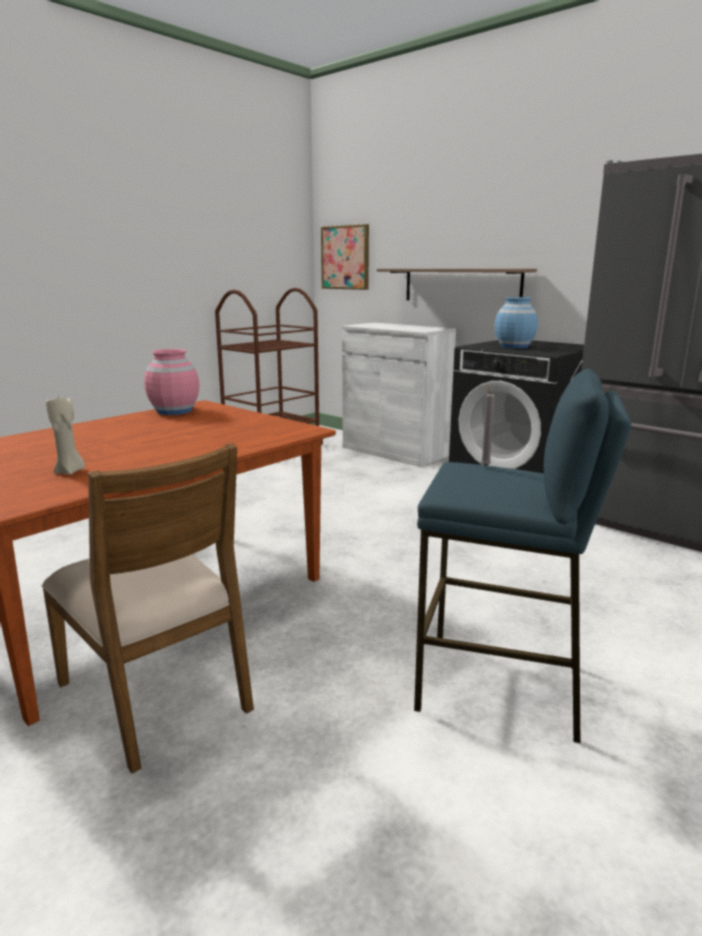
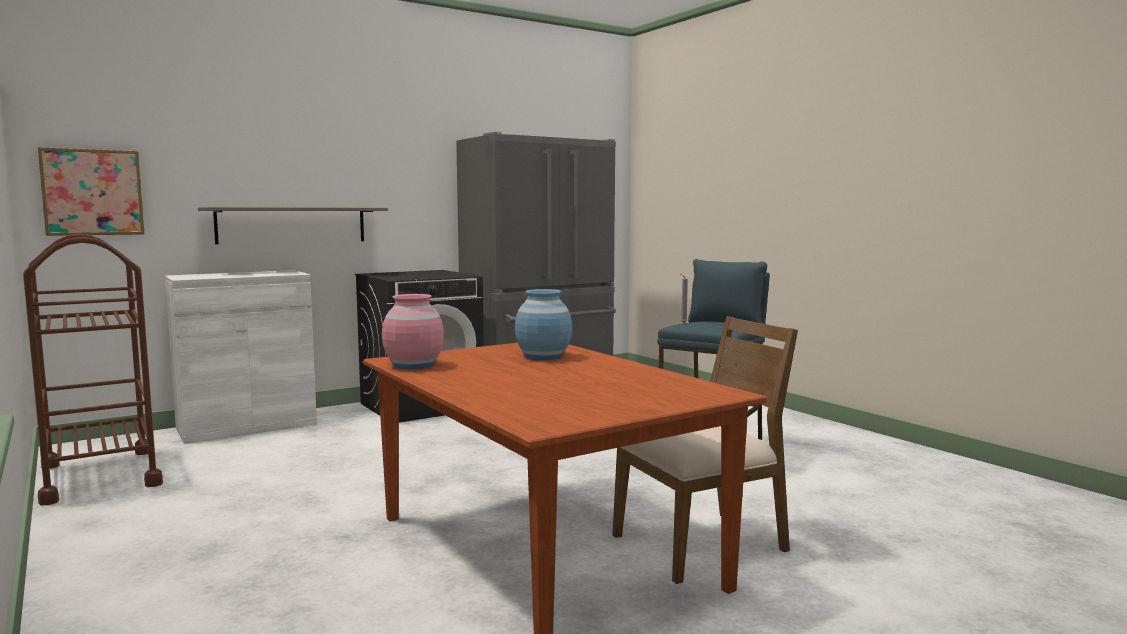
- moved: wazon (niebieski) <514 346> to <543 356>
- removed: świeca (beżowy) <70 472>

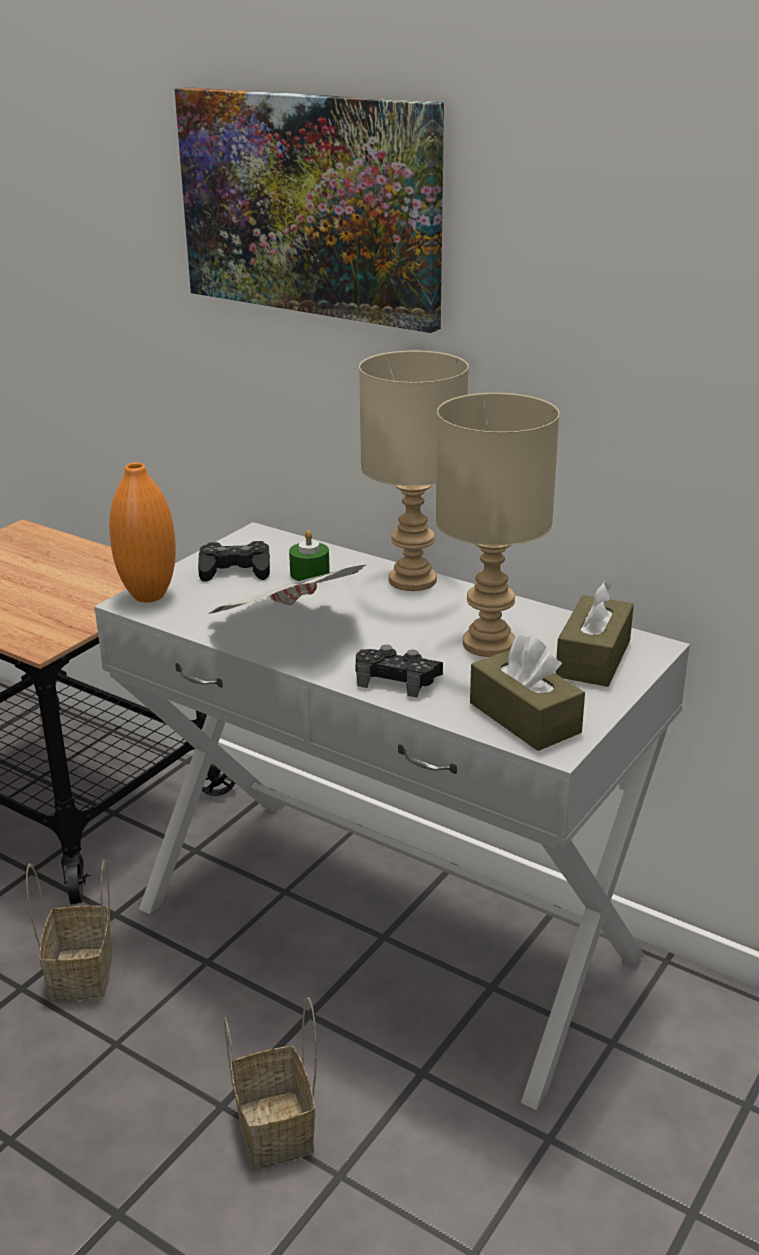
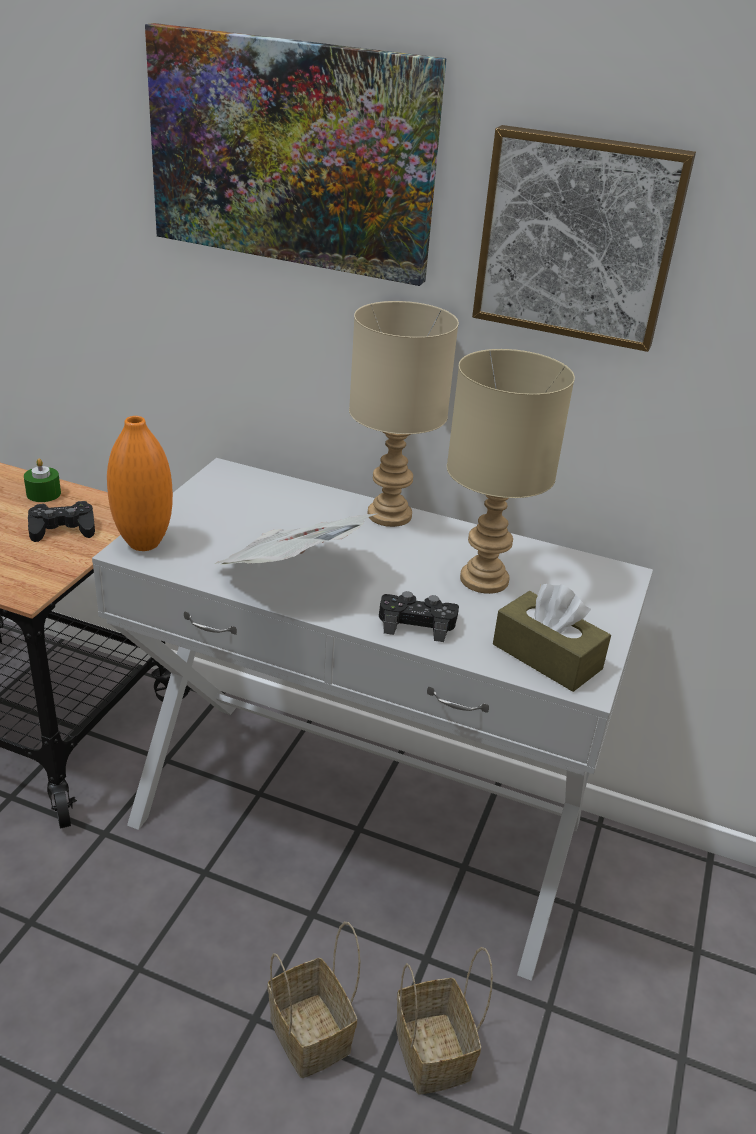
- moved: świeca (zielony) <309 573> to <43 494>
- moved: pad do gier (czarny) <235 570> to <62 529>
- moved: koszyk <82 975> to <435 1055>
- added: obraz <578 237>
- removed: pudełko chusteczek (brązowy) <593 658>

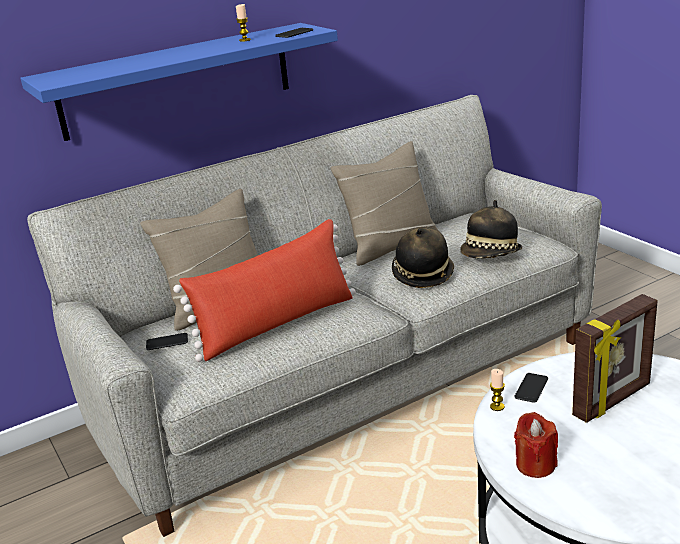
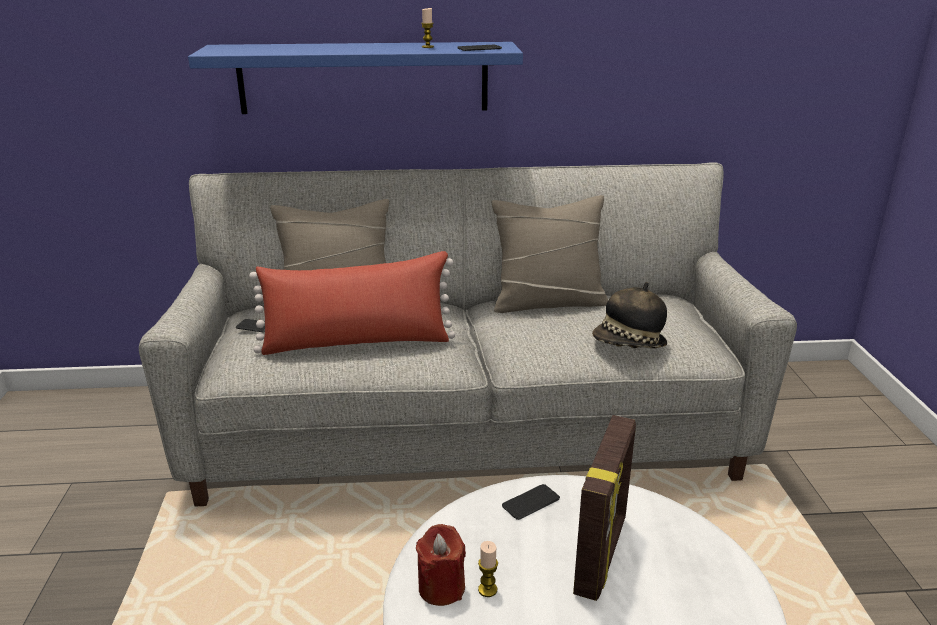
- moved: świeca <497 406> to <487 589>
- turned: ramka na zdjęcie <613 401> = <602 555> 60 degrees counterclockwise
- removed: kapelusz <422 274>

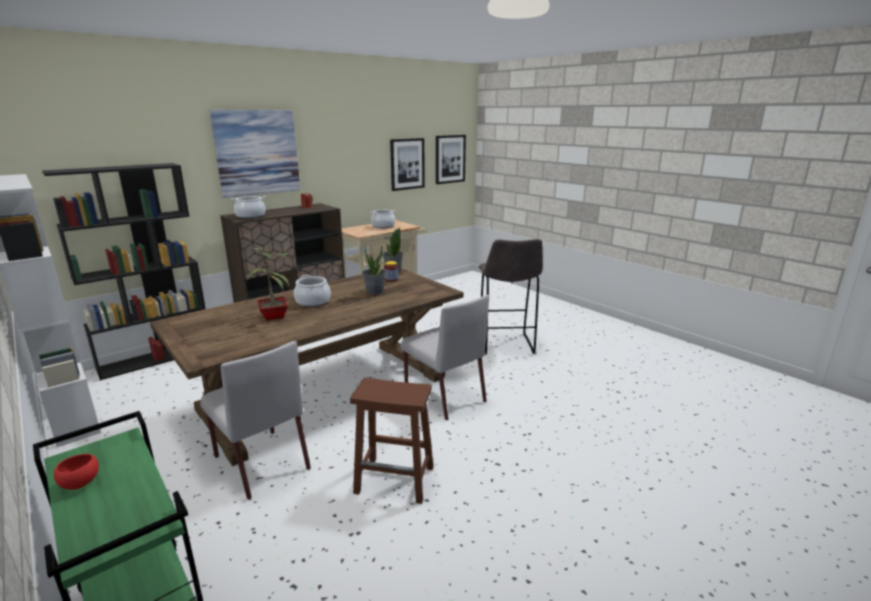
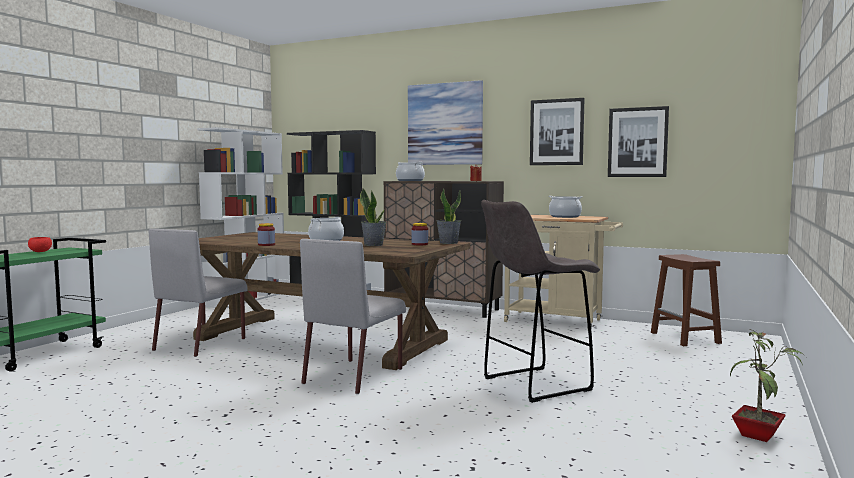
- added: słoik <266 245>
- moved: obraz <450 159> to <556 132>
- moved: stołek (brązowy) <396 479> to <686 338>
- moved: roślina doniczkowa <275 316> to <760 436>

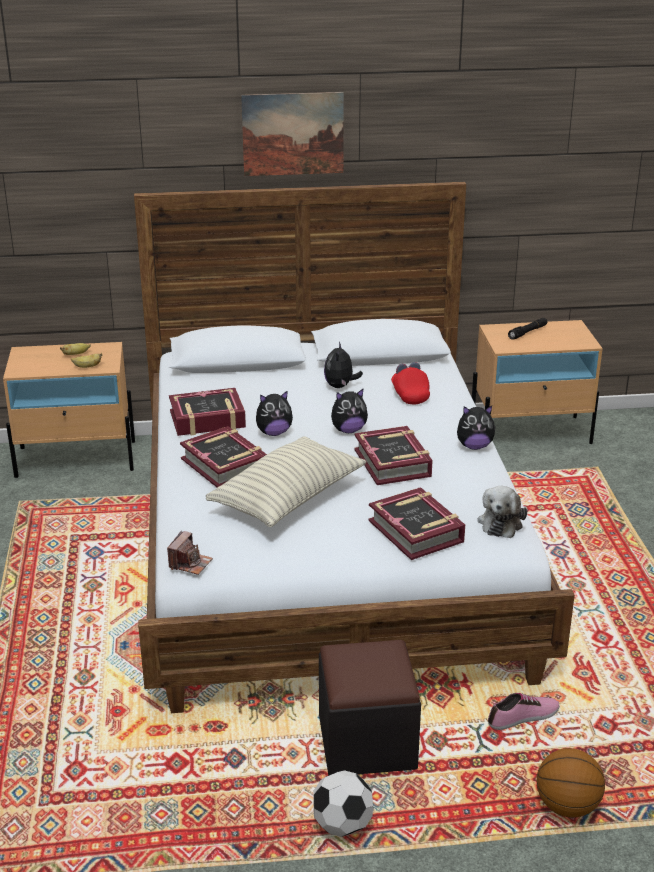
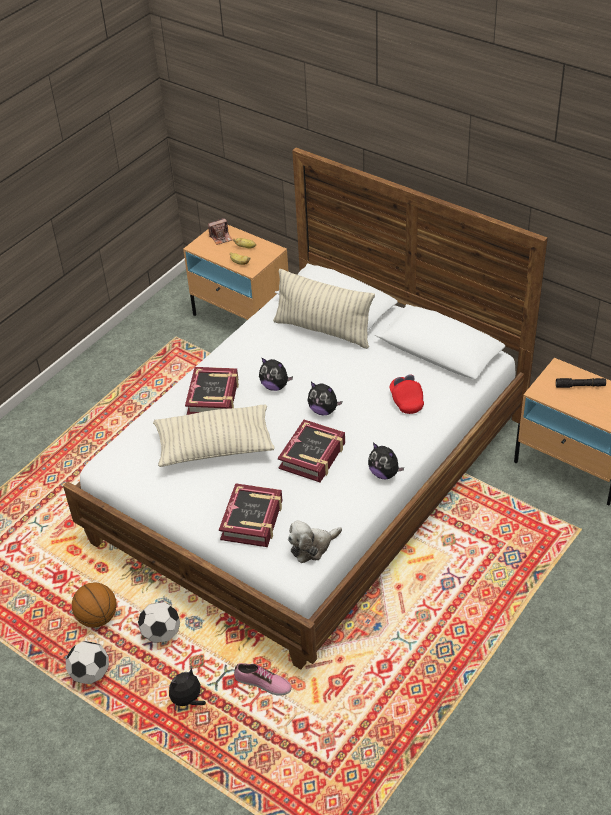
- moved: piłka do koszykówki <566 806> to <97 617>
- replaced: pufa (czarny) <367 742> to piłka futbolowa <161 634>
- moved: pluszak <340 386> to <188 700>
- moved: aparat fotograficzny <190 563> to <221 237>
- added: poduszka <323 330>
- turned: czapka z daszkiem (czerwony) <410 394> = <406 400> 45 degrees counterclockwise
- removed: książka <207 419>
- removed: obraz <293 134>

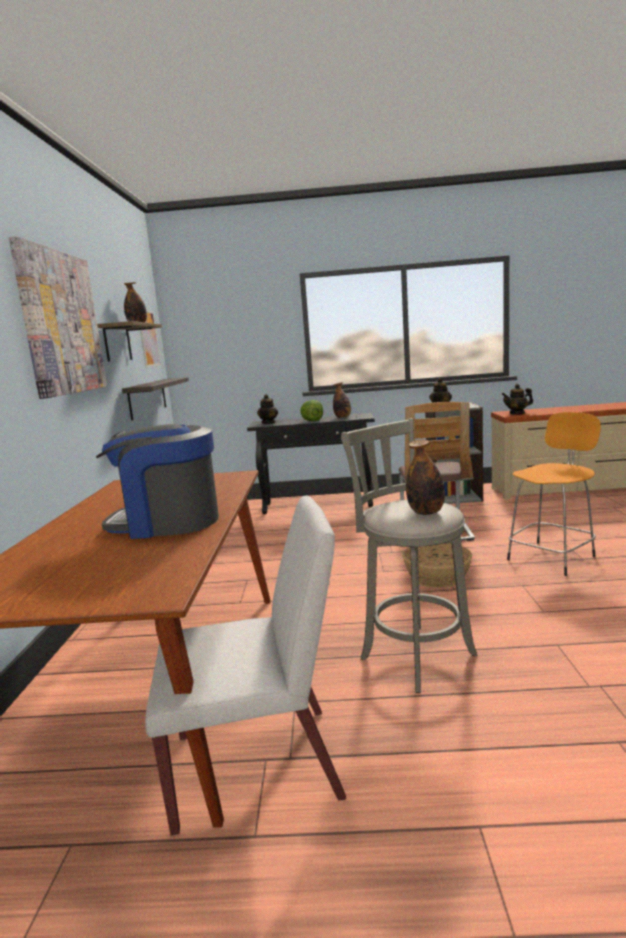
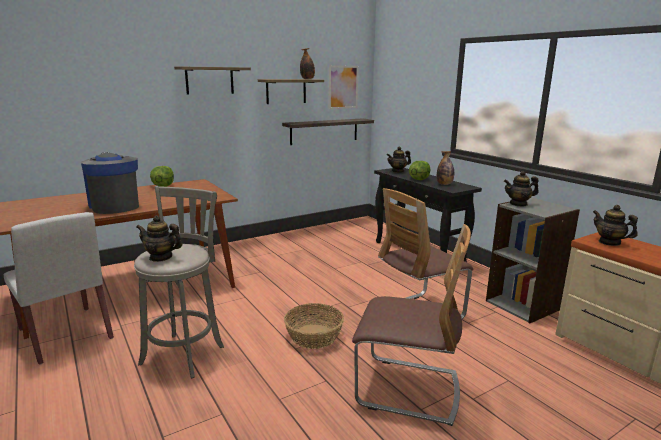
- replaced: butelka <426 512> to imbryk <161 257>
- added: sałata <163 186>
- replaced: obraz <60 323> to półka <209 80>
- replaced: stołek (pomarańczowy) <552 557> to krzesło <407 389>

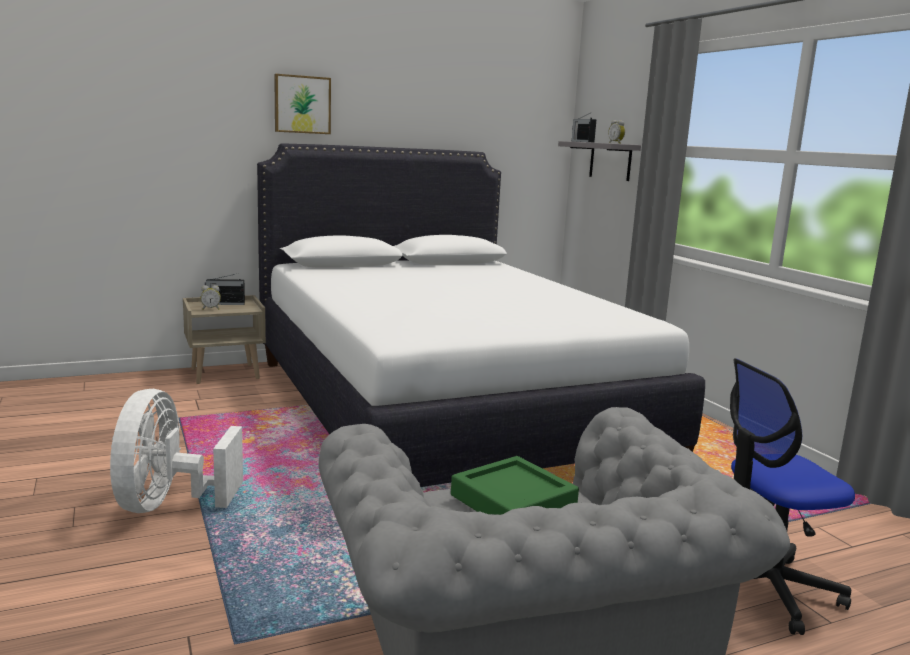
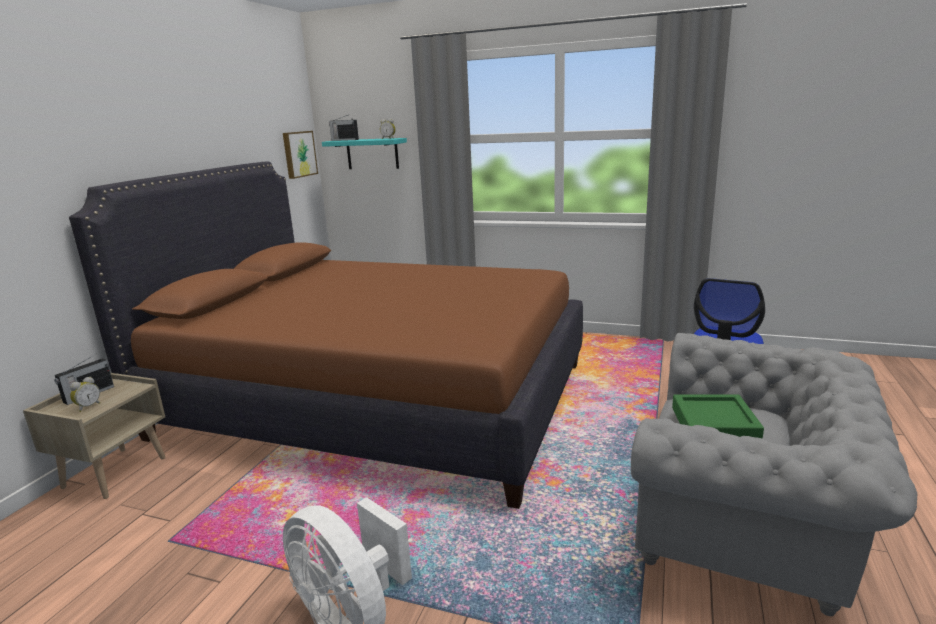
- recoloured: łóżko (biały) <443 408> to łóżko (brązowy) <376 400>
- moved: obraz <302 104> to <298 154>
- recoloured: półka (szary) <610 161> to półka (turkusowy) <372 154>

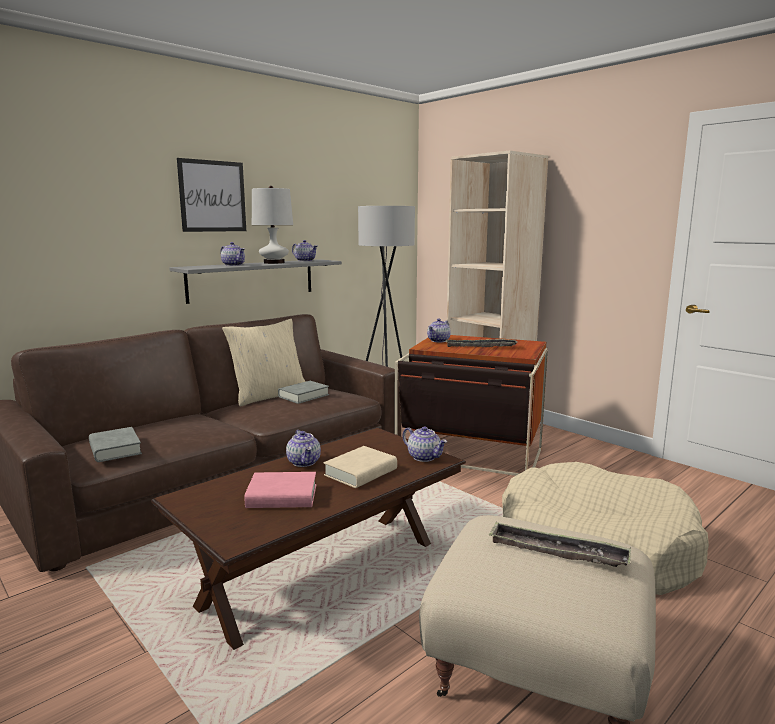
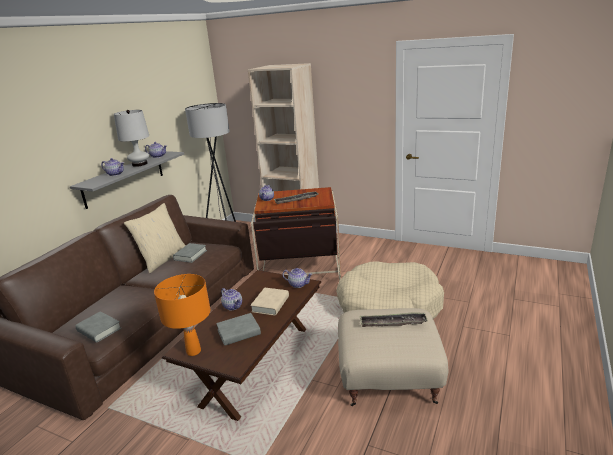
- added: lampa stołowa (pomarańczowy) <194 351>
- recoloured: książka (różowy) <282 497> to książka (szary) <239 332>
- removed: obraz <212 196>

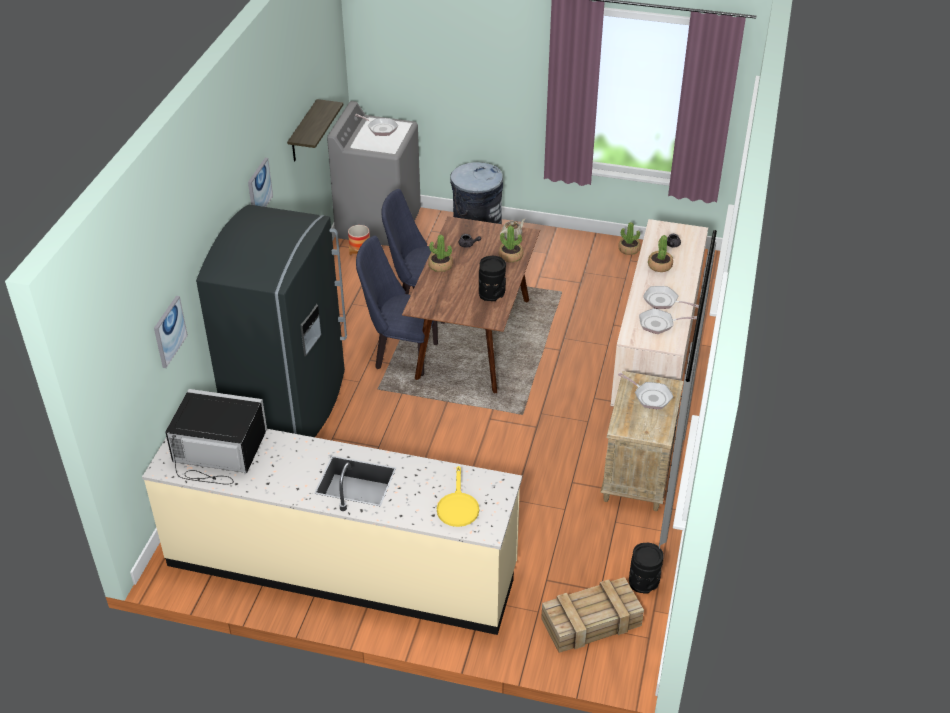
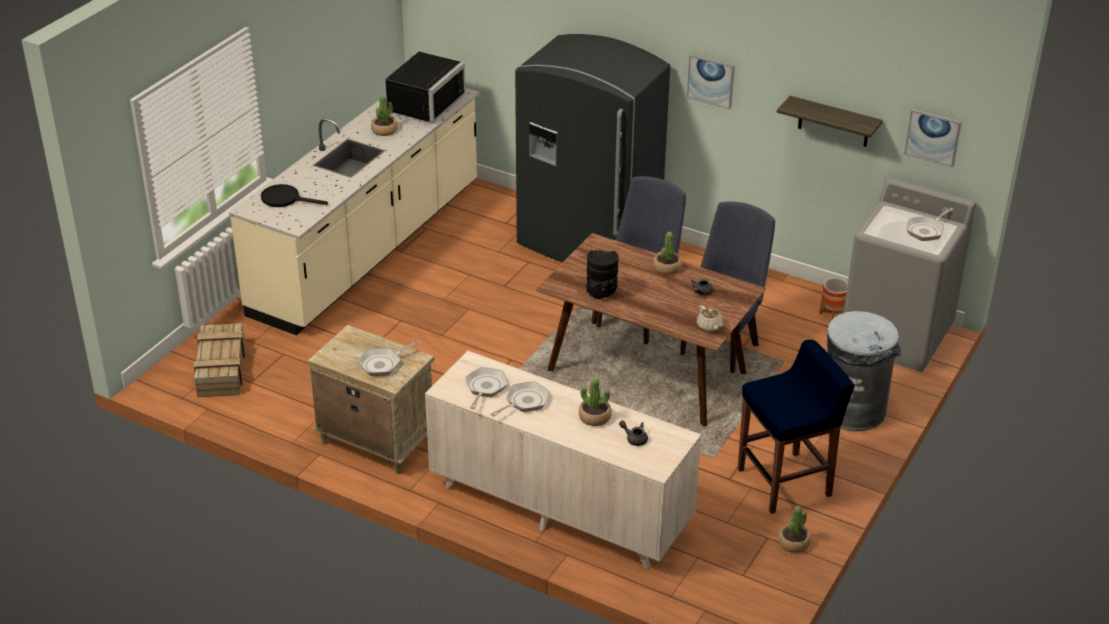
- recoloured: patelnia (żółty) <457 507> to patelnia (czarny) <286 199>
- moved: roślina doniczkowa <511 256> to <384 130>
- added: stołek (niebieski) <786 482>
- moved: obraz <169 331> to <933 137>
- removed: wazon (czarny) <644 582>

